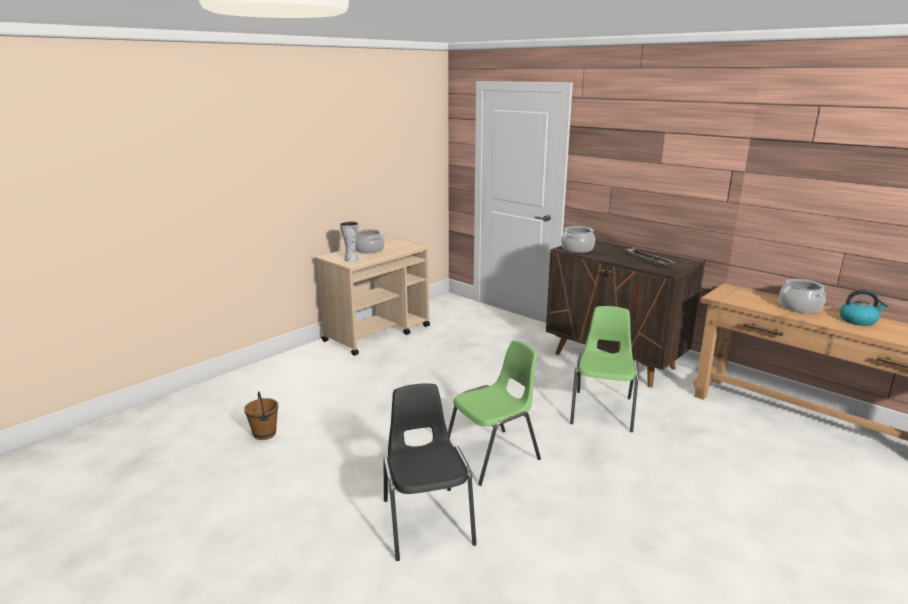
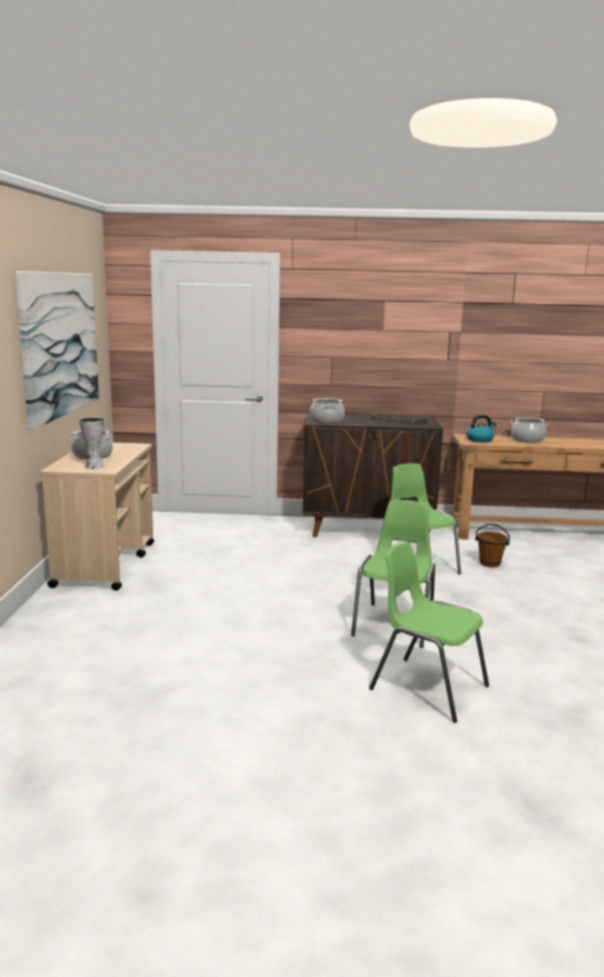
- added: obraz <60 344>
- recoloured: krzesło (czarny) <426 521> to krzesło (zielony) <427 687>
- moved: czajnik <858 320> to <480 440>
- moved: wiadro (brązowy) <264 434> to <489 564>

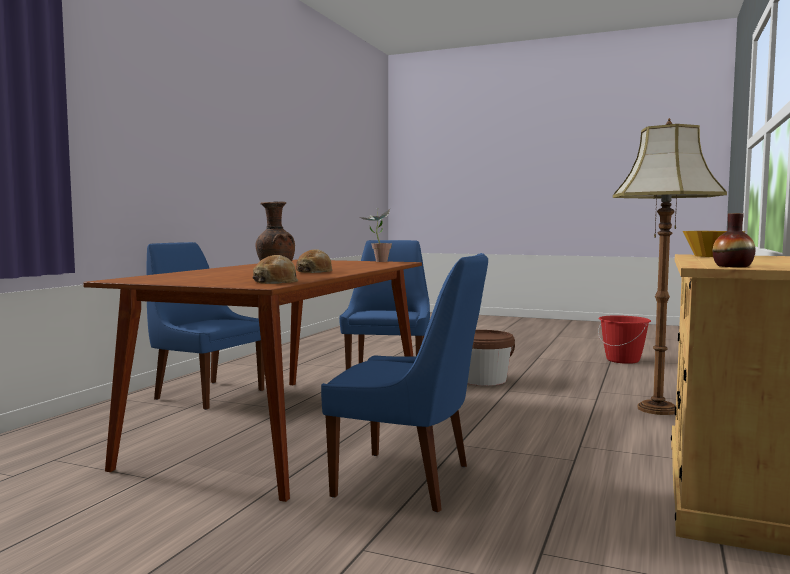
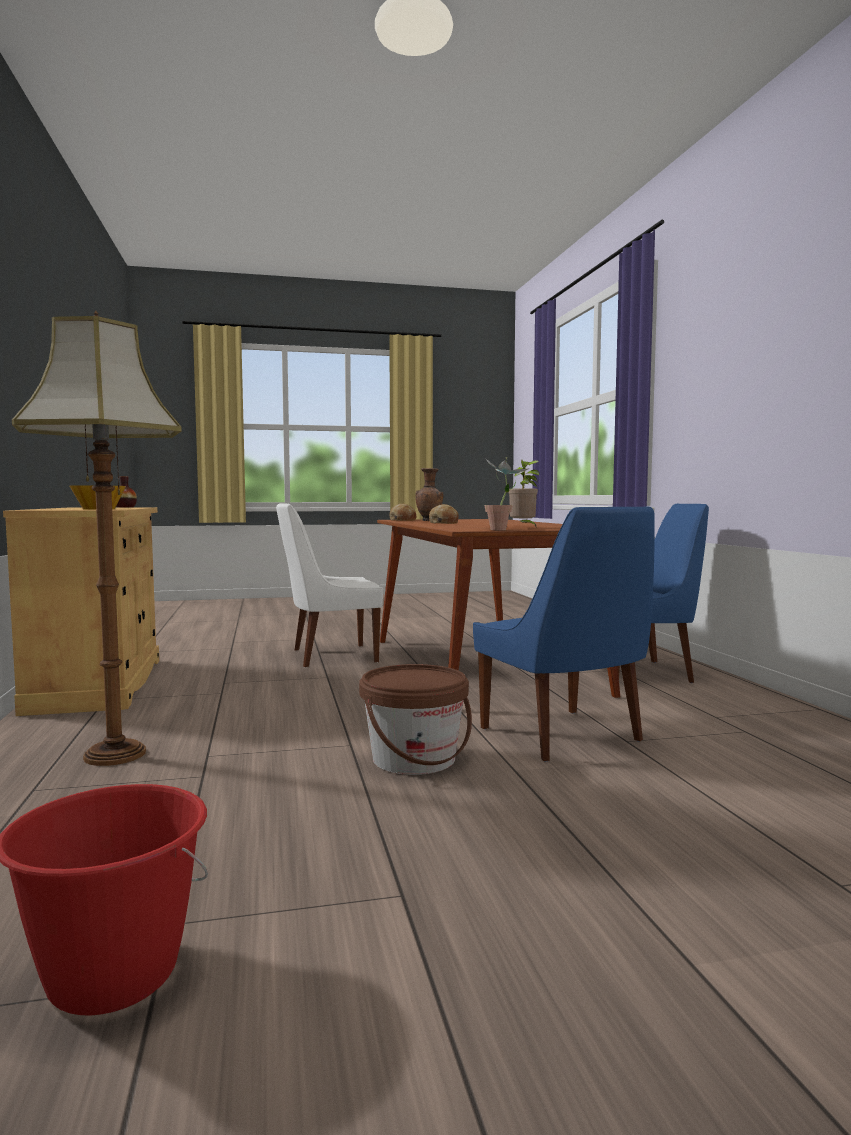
- recoloured: krzesło (niebieski) <409 481> to krzesło (biały) <330 656>
- added: roślina doniczkowa <523 527>

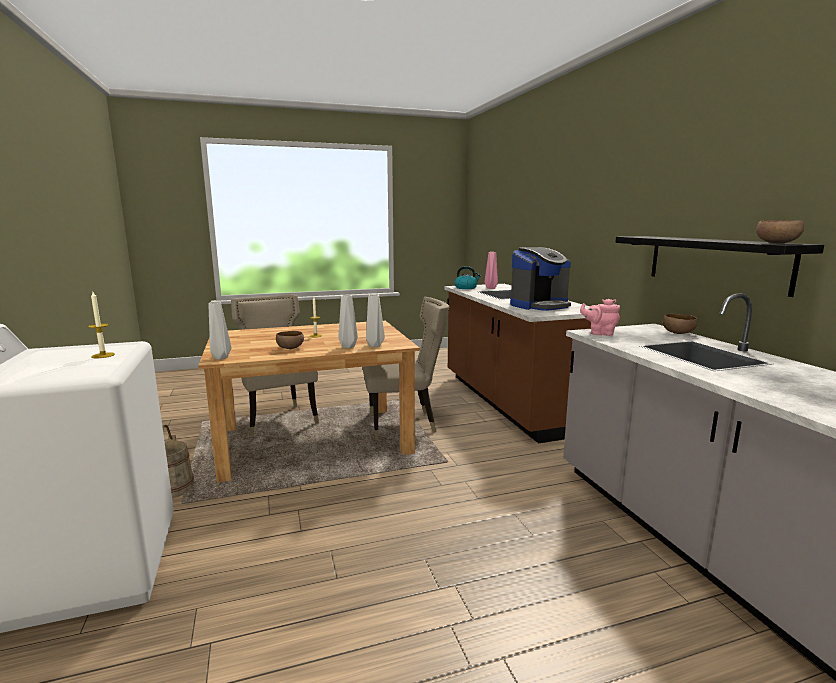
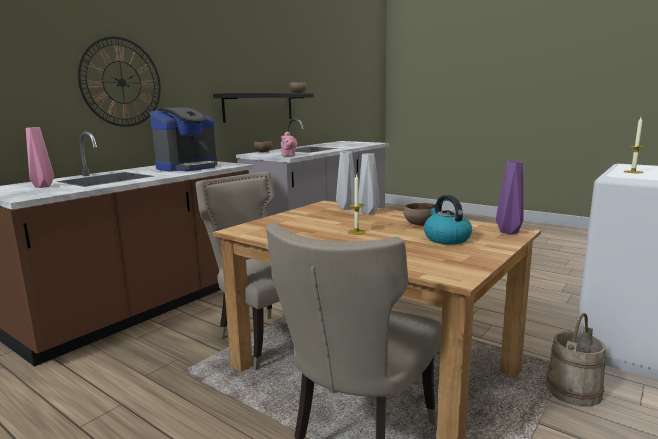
- added: zegar ścienny <121 82>
- turned: ekspres do kawy <540 305> = <188 167> 105 degrees clockwise
- moved: czajnik <466 288> to <446 238>
- recoloured: wazon (szary) <221 358> to wazon (fioletowy) <508 231>

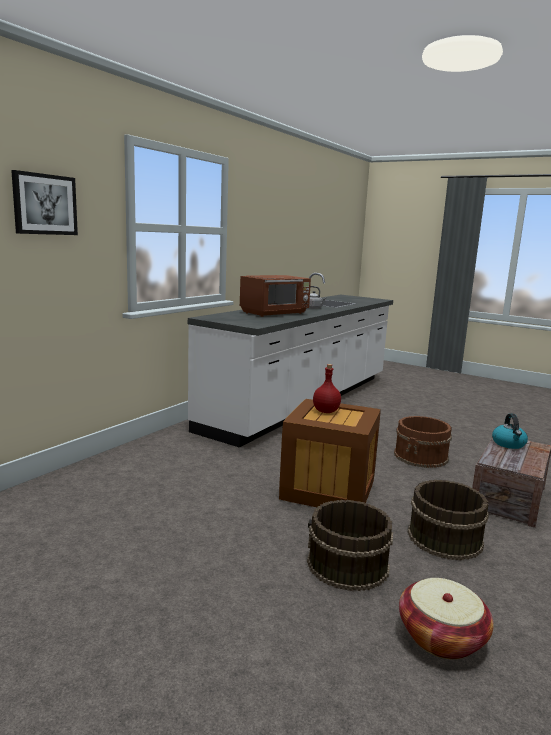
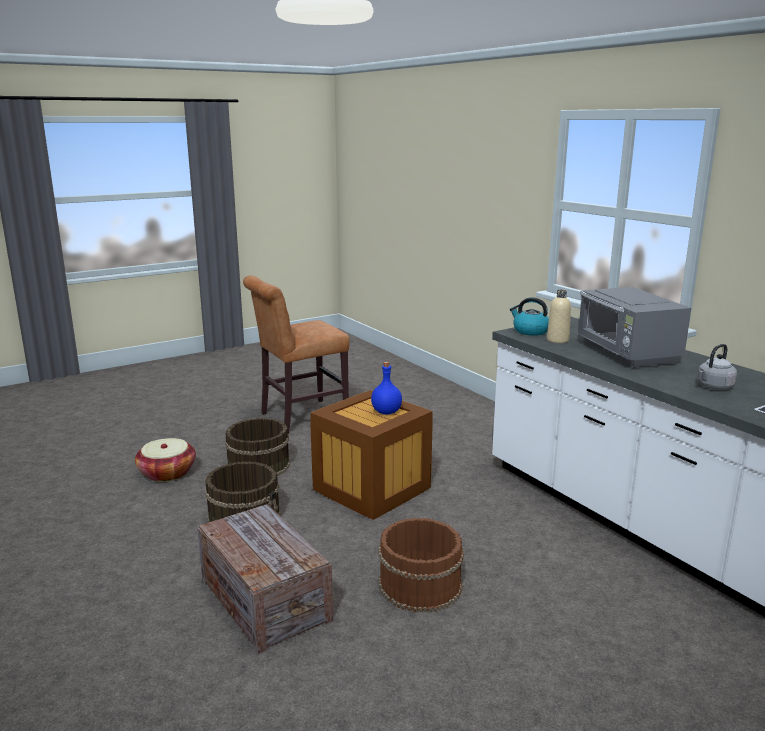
- added: krzesło (brązowy) <299 418>
- recoloured: butelka (czerwony) <326 411> to butelka (niebieski) <386 412>
- moved: czajnik <509 444> to <530 331>
- added: butelka (beżowy) <557 340>
- recoloured: mikrofalówka (brązowy) <275 313> to mikrofalówka (szary) <627 354>
- removed: obraz <44 204>

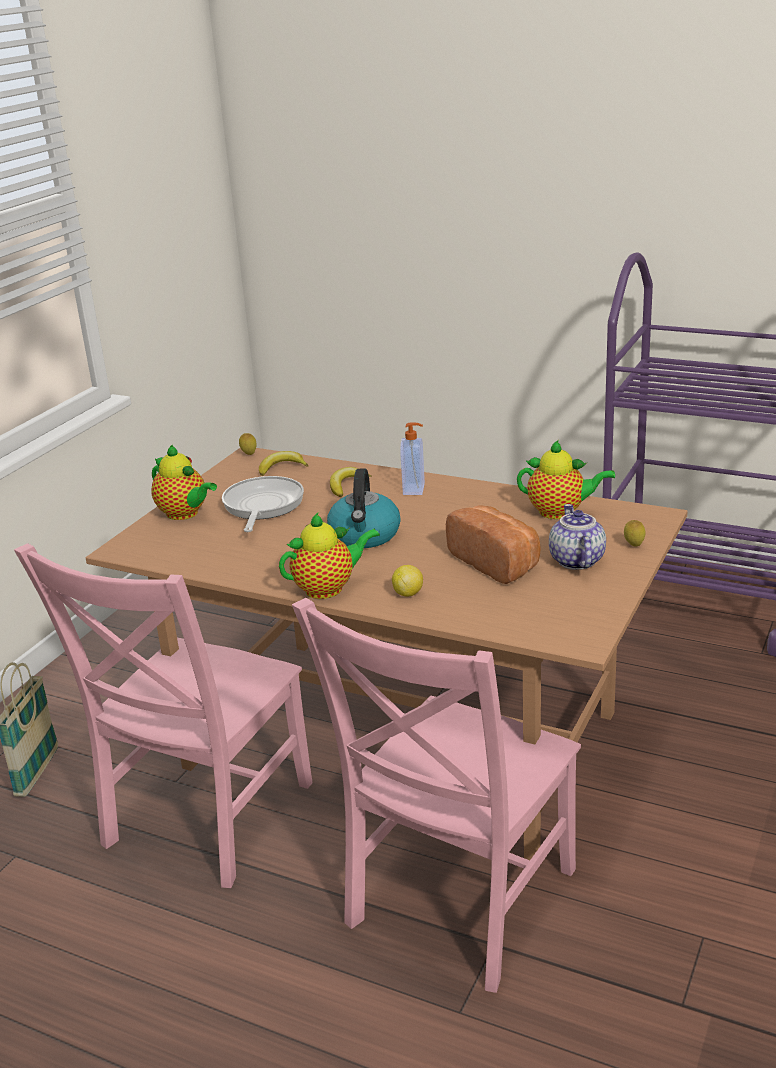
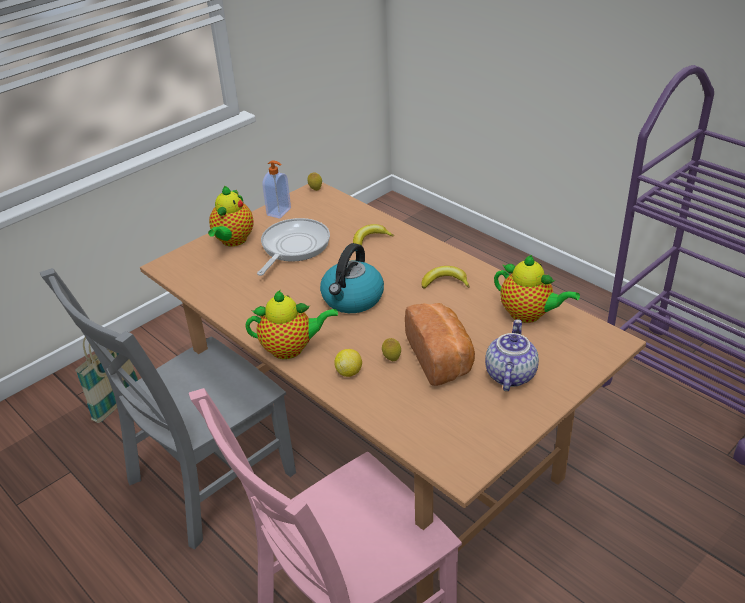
- recoloured: krzesło (różowy) <203 819> to krzesło (szary) <205 481>
- turned: imbryk <185 514> = <233 241> 45 degrees clockwise
- moved: dozownik mydła <415 489> to <279 212>
- moved: cytryna <634 546> to <391 359>
- moved: banan <282 468> to <445 282>

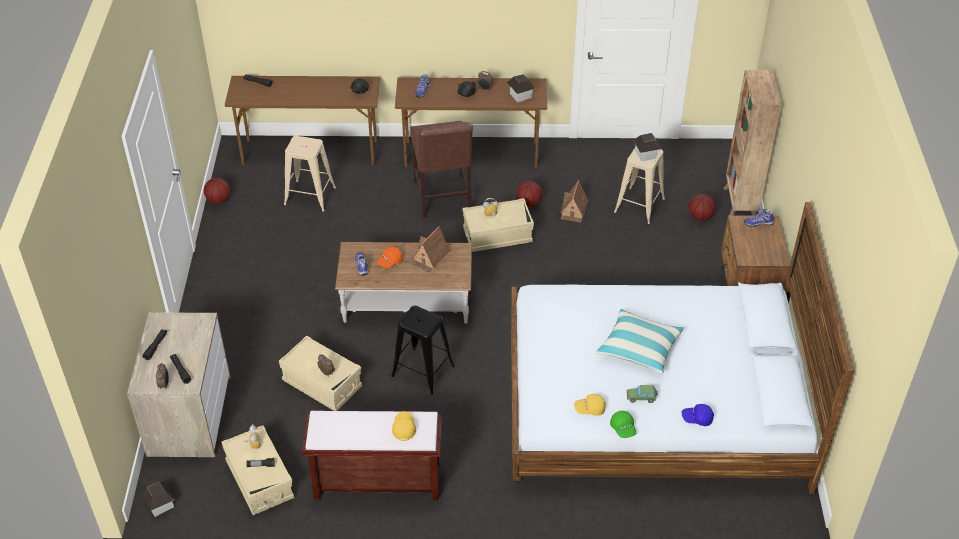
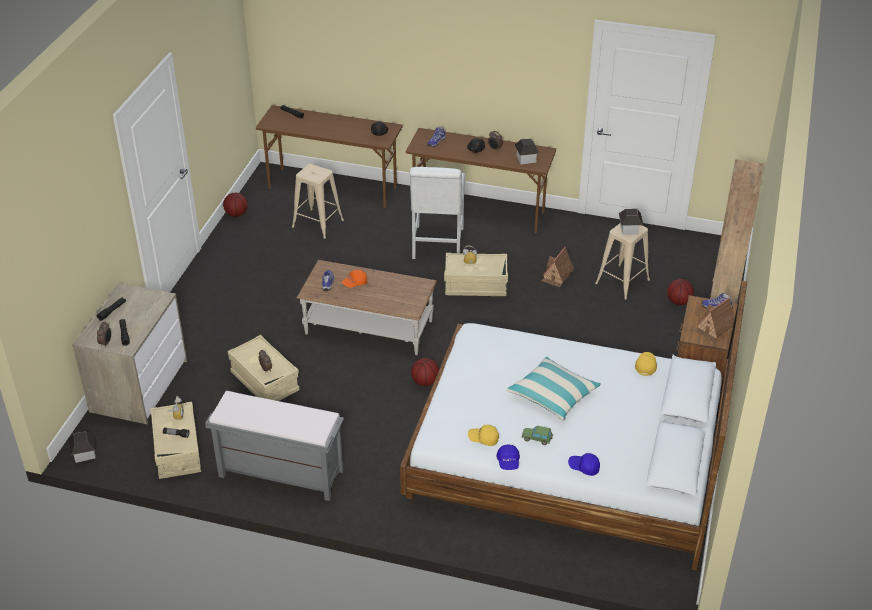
- recoloured: ławka (brązowy) <376 482> to ławka (szary) <279 473>
- recoloured: krzesło (brązowy) <442 199> to krzesło (biały) <437 246>
- moved: piłka do koszykówki <528 203> to <425 382>
- recoloured: czapka z daszkiem (zielony) <623 428> to czapka z daszkiem (niebieski) <508 462>
- moved: czapka z daszkiem (żółty) <404 428> to <645 366>
- moved: domek <430 257> to <714 328>
- removed: stołek (czarny) <423 371>

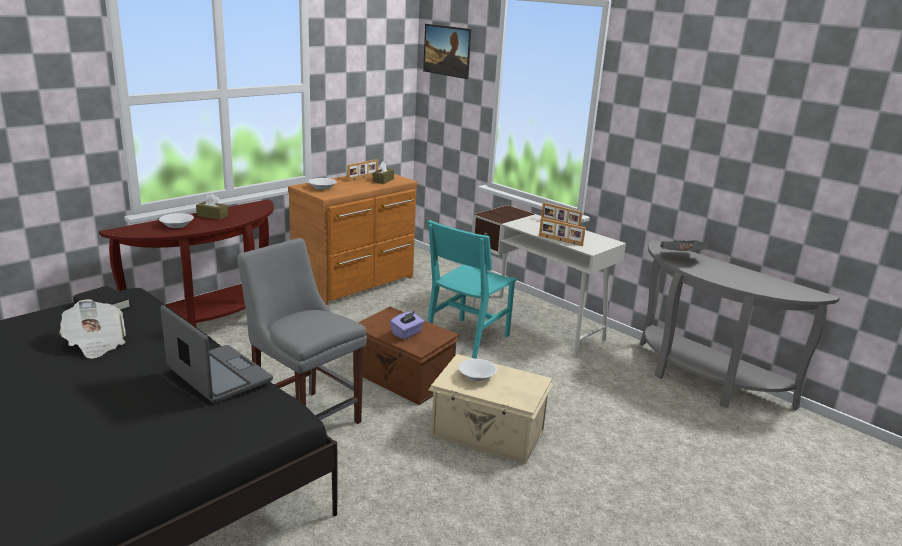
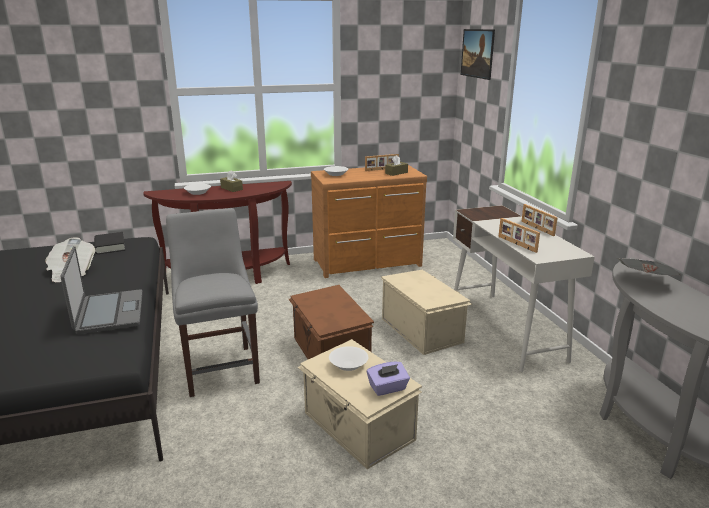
- moved: pudełko chusteczek (fioletowy) <407 333> to <388 388>
- replaced: krzesło (turkusowy) <467 338> to pojemnik do przechowywania (beżowy) <422 329>

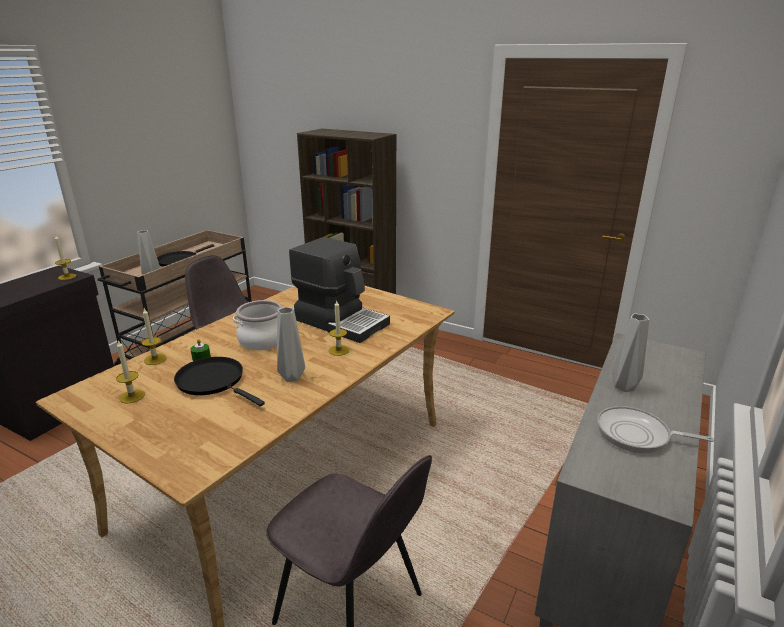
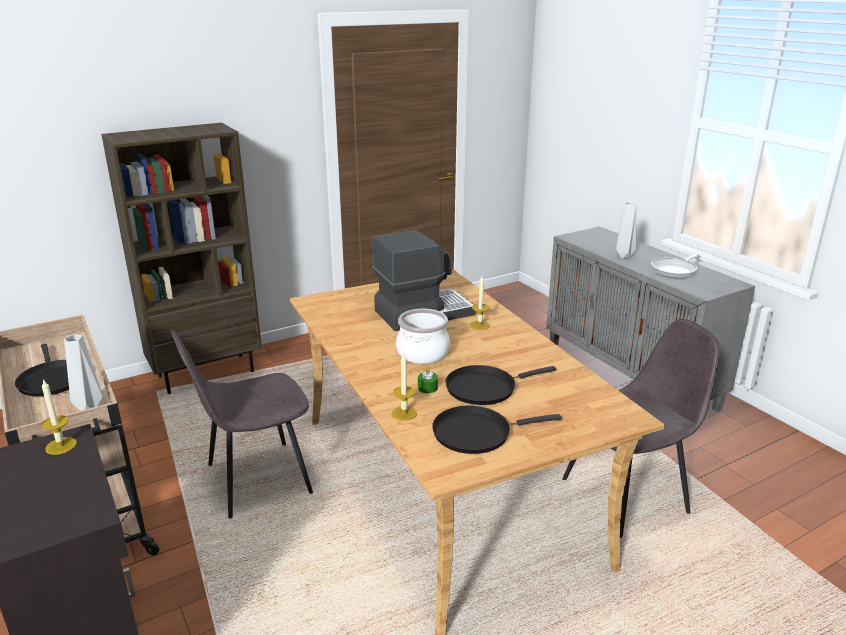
- replaced: świeca <132 396> to patelnia (czarny) <476 433>
- removed: wazon (szary) <293 377>

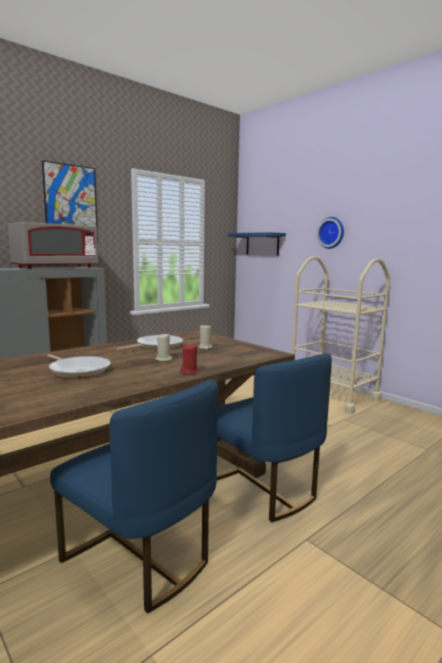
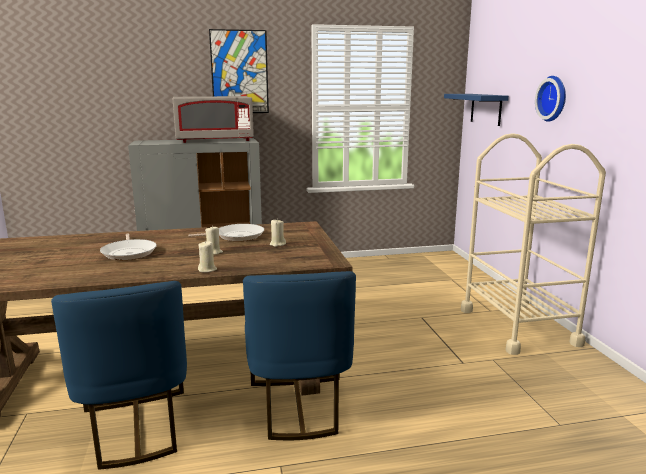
- recoloured: świeca (czerwony) <189 372> to świeca (beżowy) <207 270>

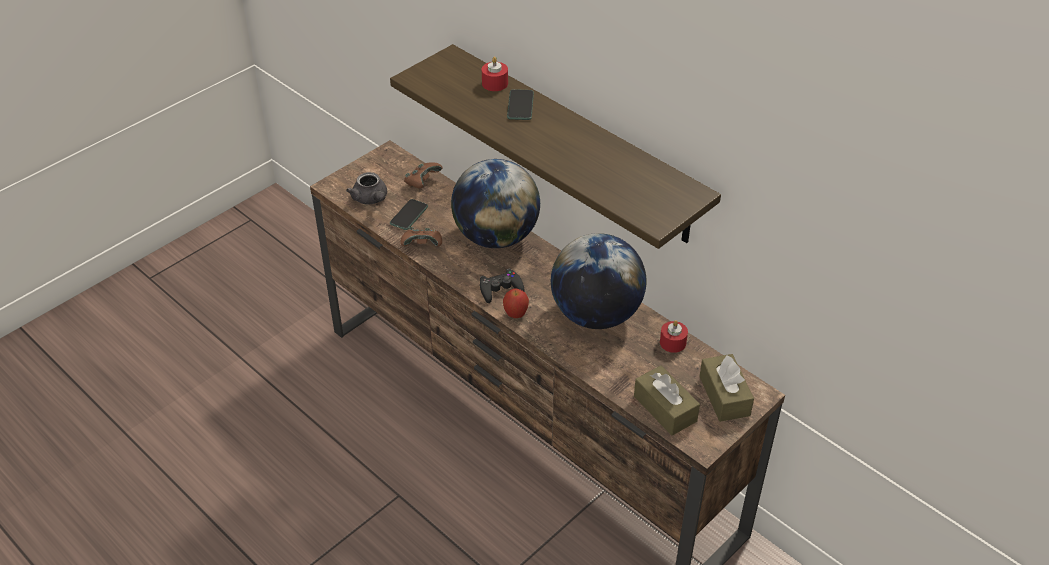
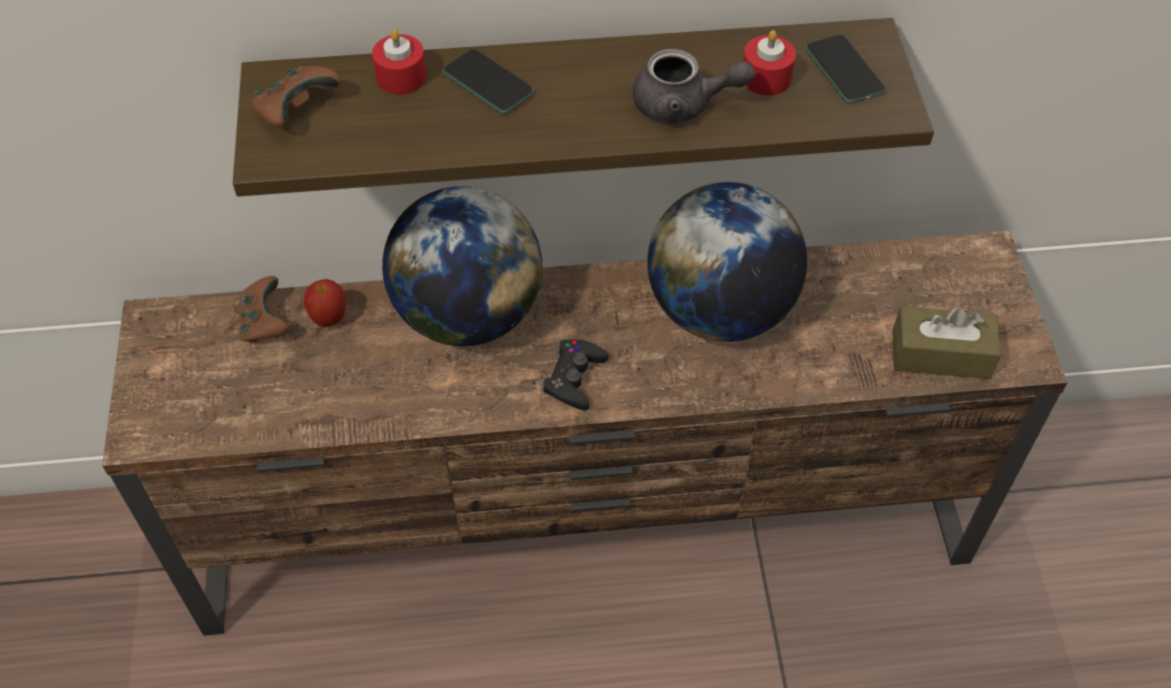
- moved: pad do gier (brązowy) <422 245> to <296 110>
- moved: jabłko <515 314> to <329 319>
- moved: imbryk (szary) <371 199> to <683 105>
- moved: świeca (czerwony) <673 342> to <766 77>
- moved: telefon <409 215> to <844 70>
- removed: pudełko chusteczek (brązowy) <724 396>

